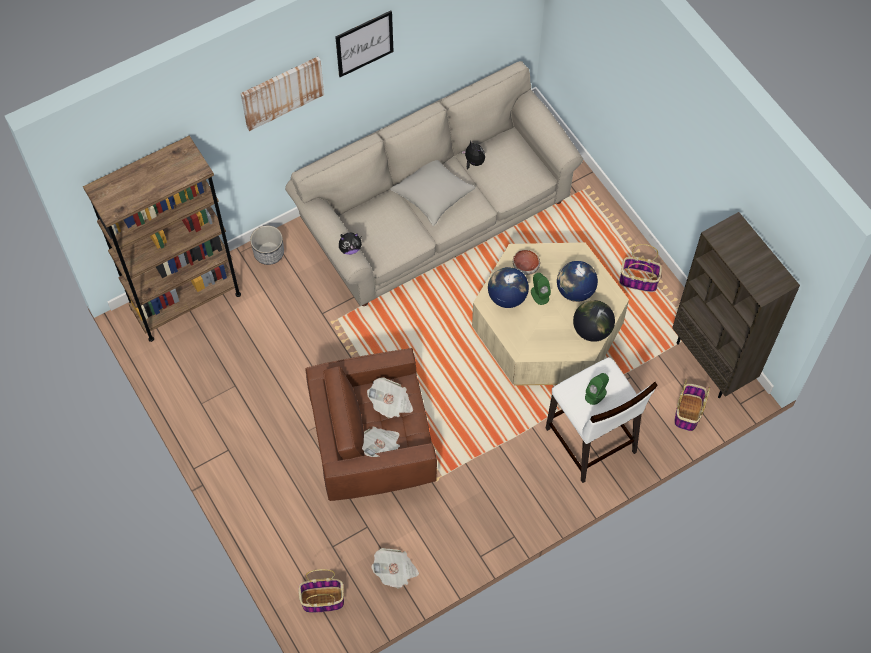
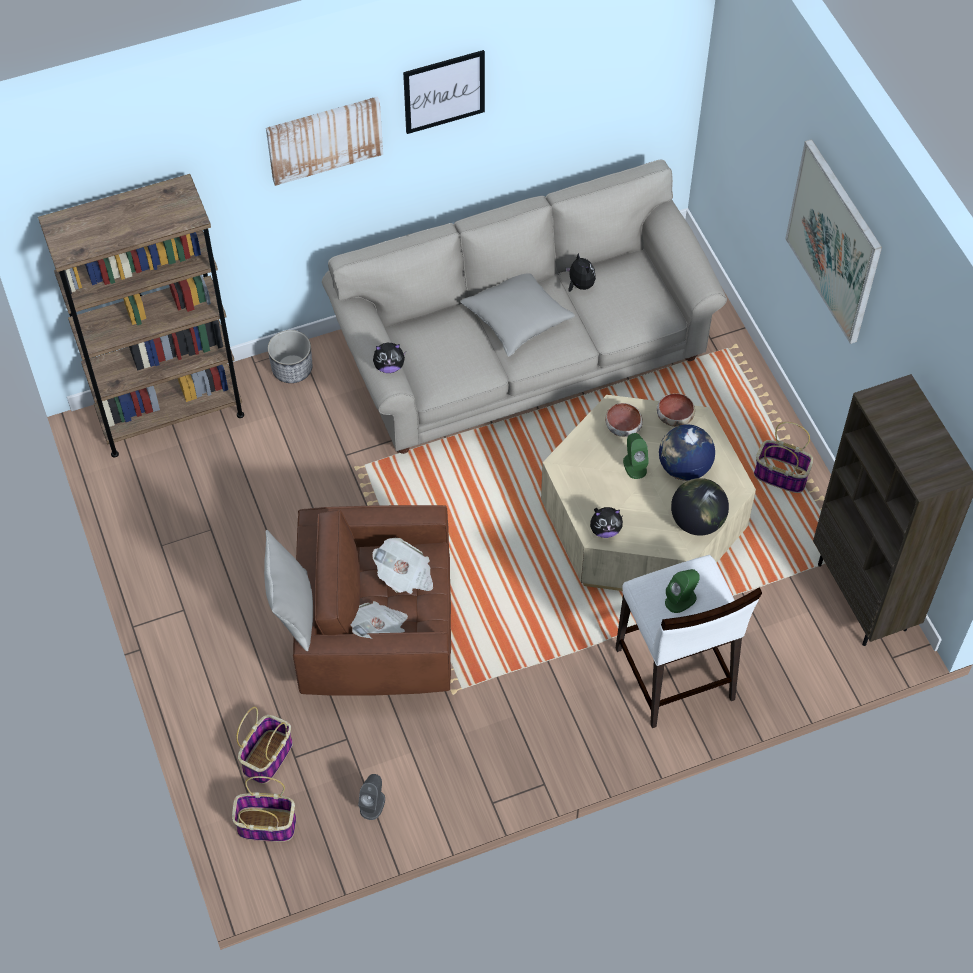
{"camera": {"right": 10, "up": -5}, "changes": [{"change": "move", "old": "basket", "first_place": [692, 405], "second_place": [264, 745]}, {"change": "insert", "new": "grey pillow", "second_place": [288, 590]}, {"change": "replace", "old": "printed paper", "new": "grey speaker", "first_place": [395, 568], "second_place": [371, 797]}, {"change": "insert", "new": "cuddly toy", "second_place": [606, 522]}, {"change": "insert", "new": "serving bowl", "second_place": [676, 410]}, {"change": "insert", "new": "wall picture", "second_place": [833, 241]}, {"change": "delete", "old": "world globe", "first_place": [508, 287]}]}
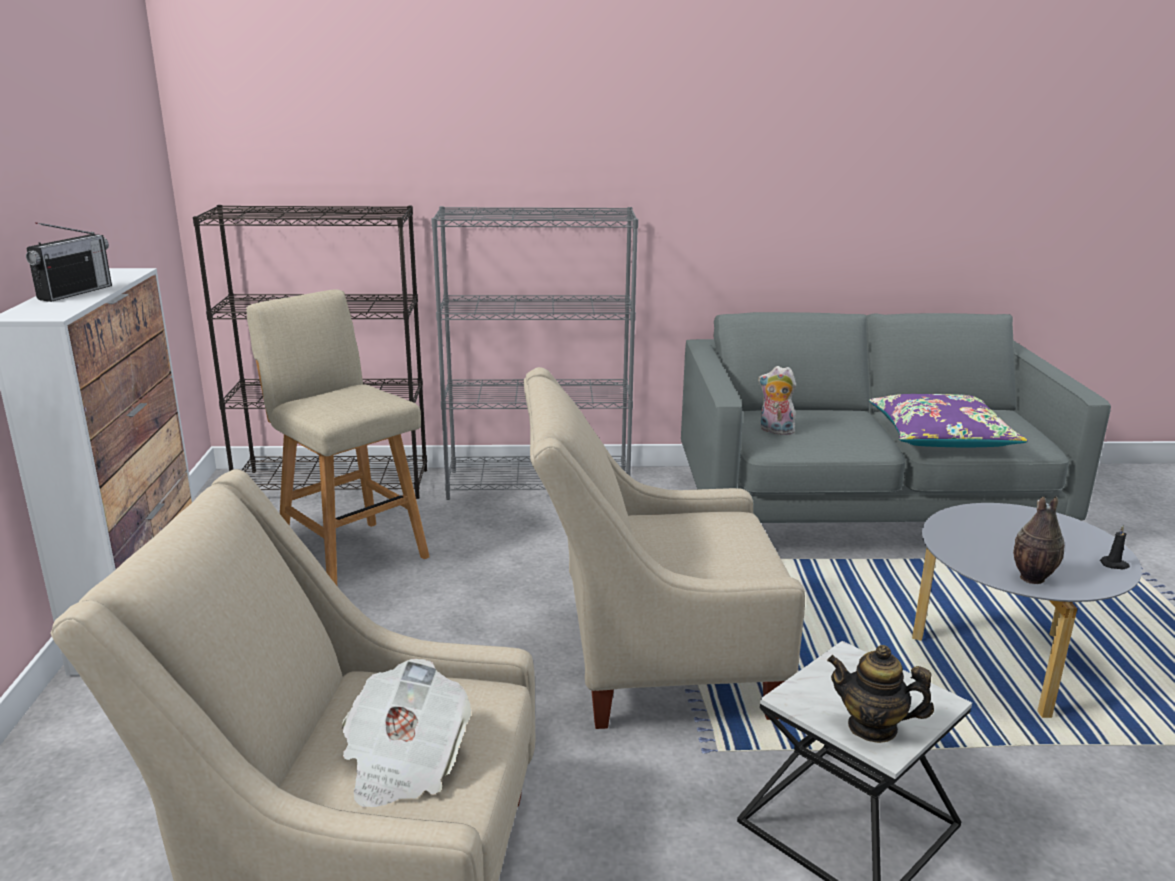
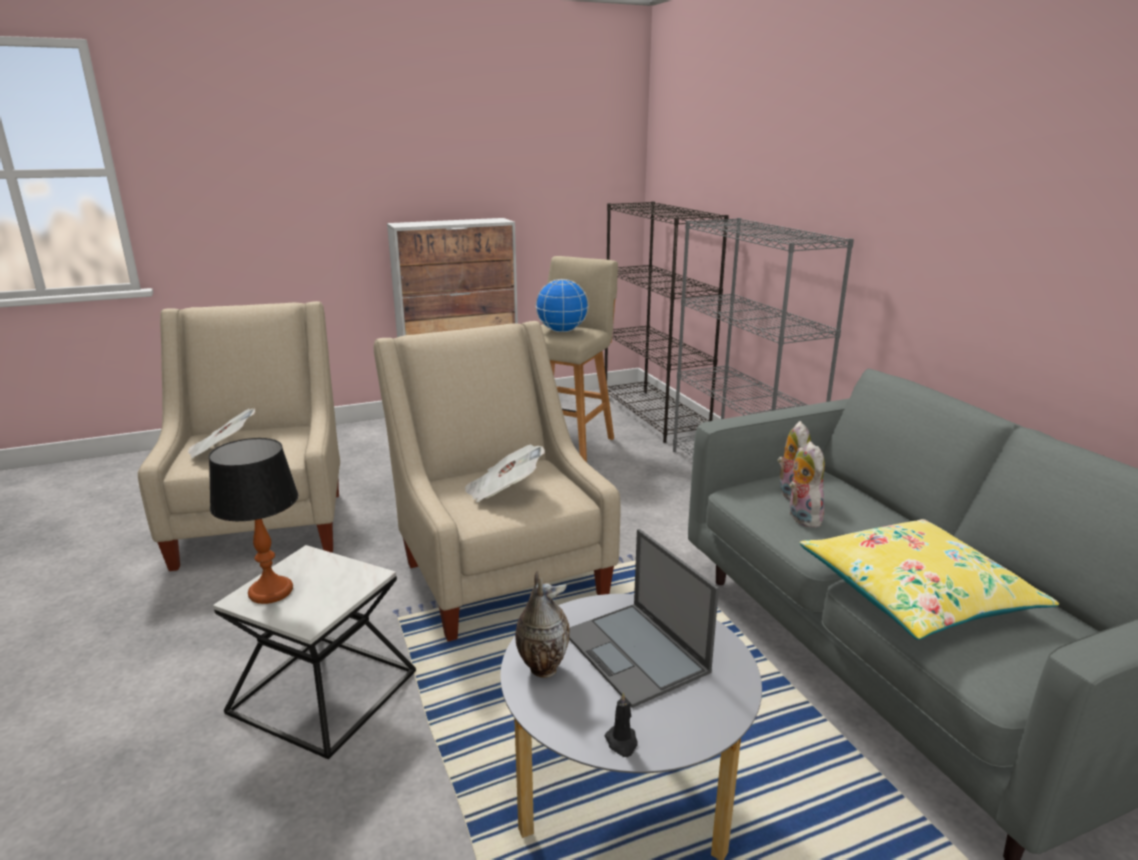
{"camera": {"right": 70, "up": 0}, "changes": [{"change": "replace", "old": "tea pot", "new": "lamp for a table", "first_place": [880, 694], "second_place": [254, 521]}, {"change": "insert", "new": "printed paper", "second_place": [504, 473]}, {"change": "insert", "new": "world globe", "second_place": [562, 305]}, {"change": "insert", "new": "laptop", "second_place": [644, 618]}, {"change": "insert", "new": "cuddly toy", "second_place": [807, 485]}, {"change": "recolor", "old": "purple pillow", "new": "yellow pillow", "first_place": [948, 420], "second_place": [929, 579]}, {"change": "delete", "old": "radio set", "first_place": [69, 262]}]}
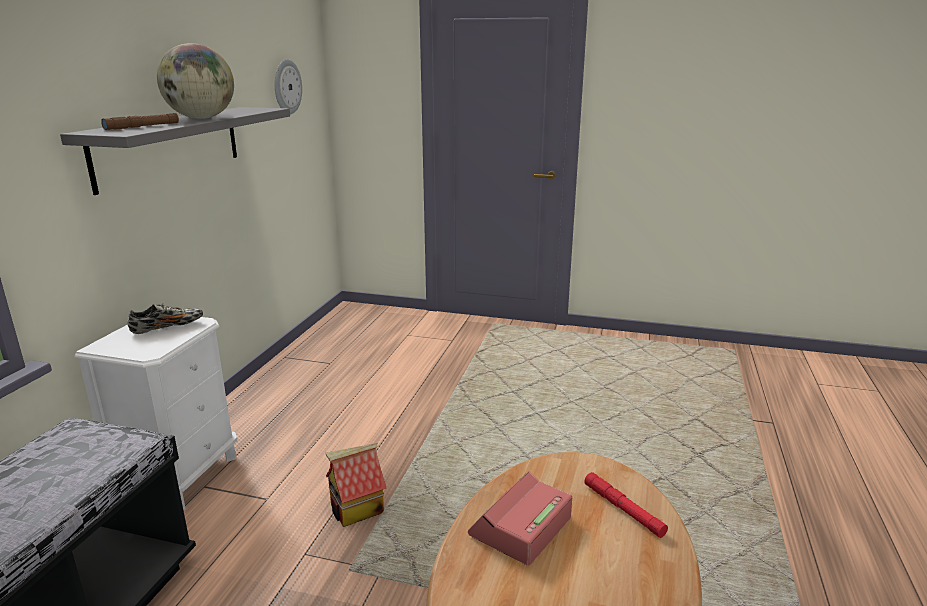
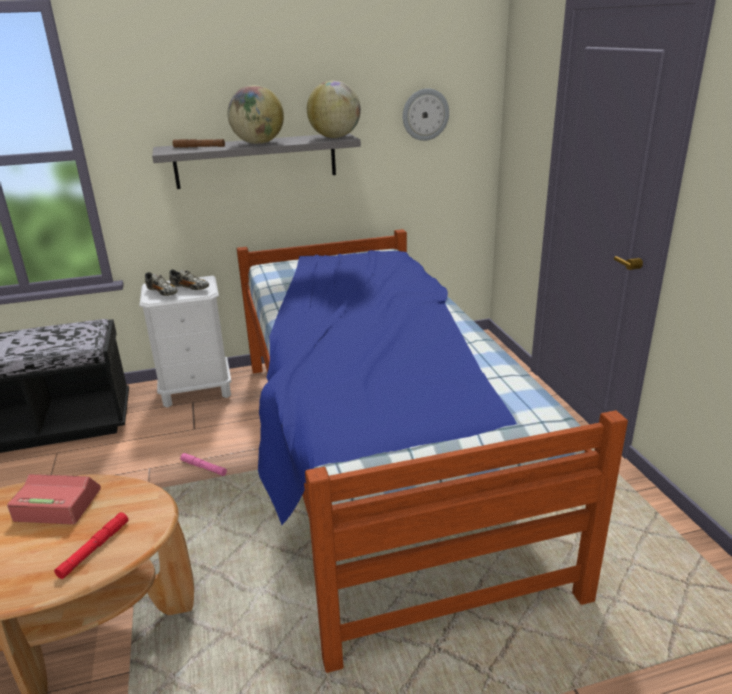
{"camera": {"right": 60, "up": 5}, "changes": [{"change": "insert", "new": "low shoe", "second_place": [161, 284]}, {"change": "replace", "old": "miniature house", "new": "pinkish torch", "first_place": [355, 485], "second_place": [203, 464]}, {"change": "insert", "new": "bed", "second_place": [432, 451]}, {"change": "insert", "new": "world globe", "second_place": [334, 109]}]}
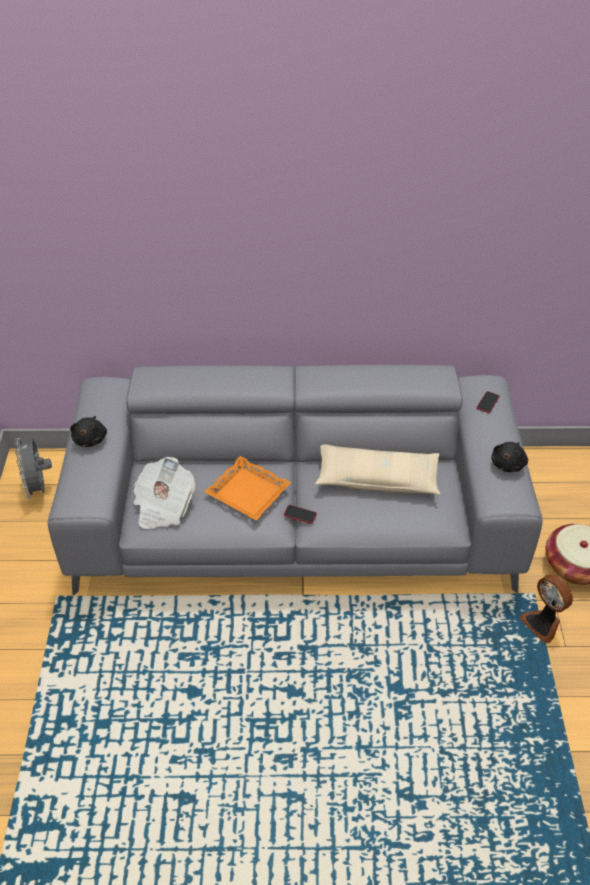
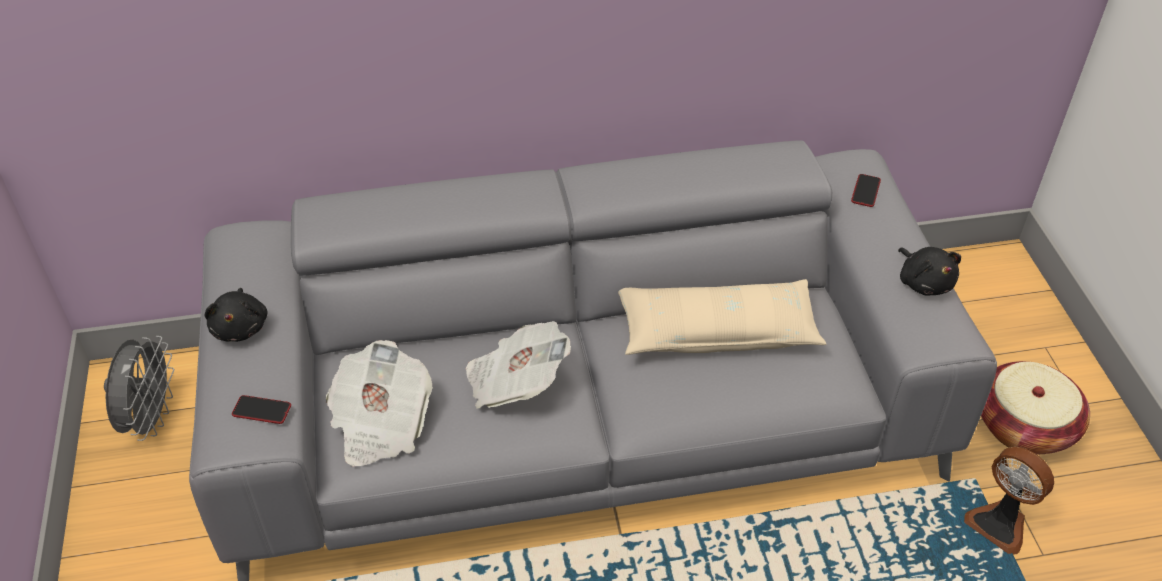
{"camera": {"right": -10, "up": 0}, "changes": [{"change": "rotate", "old": "grey electric fan", "first_place": [33, 468], "second_place": [139, 388], "degrees": -150}, {"change": "move", "old": "telephone", "first_place": [300, 514], "second_place": [261, 409]}, {"change": "replace", "old": "orange-coloured tray", "new": "printed paper", "first_place": [248, 488], "second_place": [518, 364]}, {"change": "rotate", "old": "black cuddly toy", "first_place": [509, 457], "second_place": [929, 271], "degrees": -45}]}
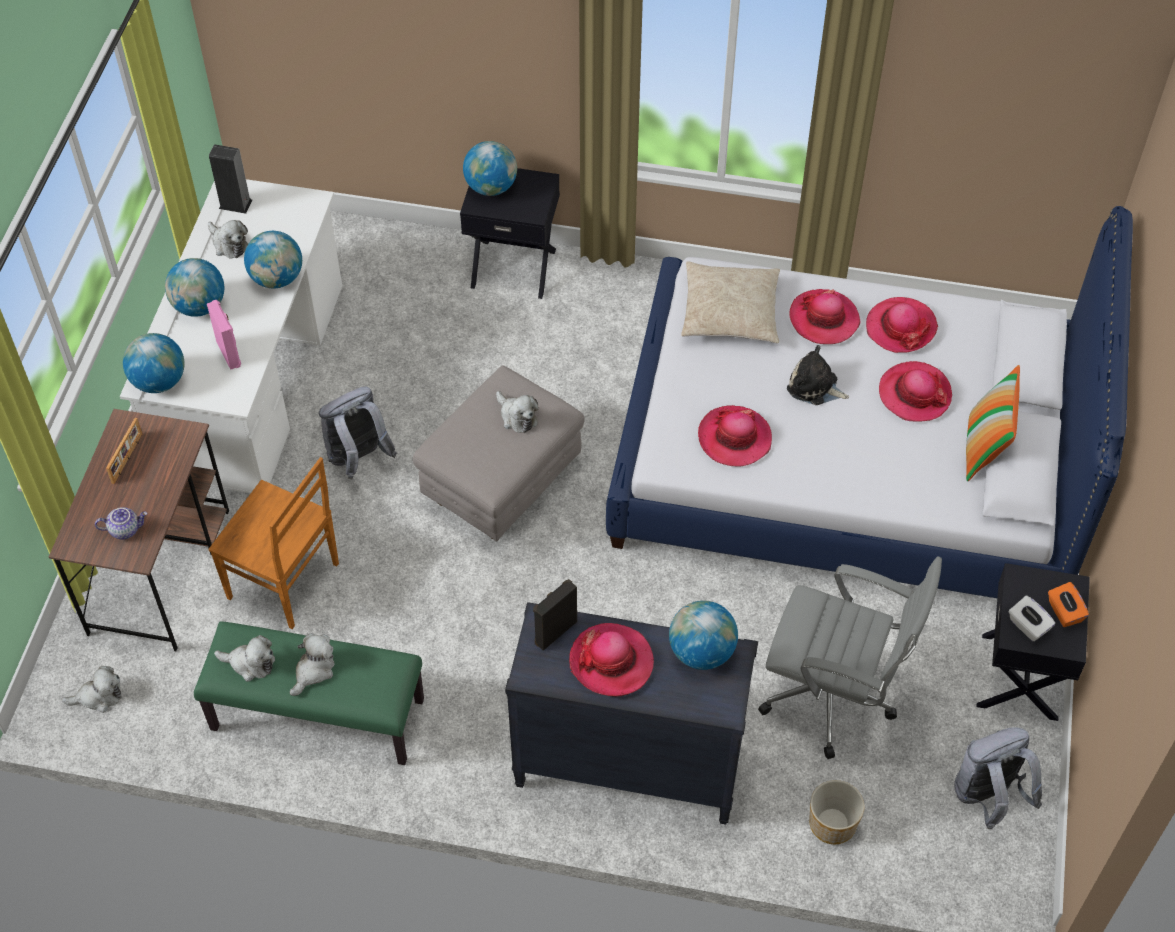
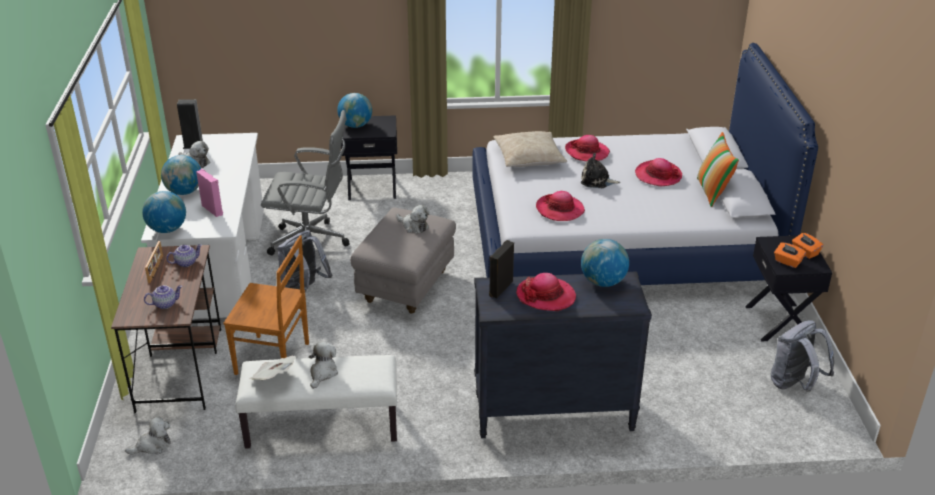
{"camera": {"right": -15, "up": -20}, "changes": [{"change": "insert", "new": "tea pot", "second_place": [184, 255]}, {"change": "recolor", "old": "green indoor bench", "new": "white indoor bench", "first_place": [309, 693], "second_place": [316, 402]}, {"change": "replace", "old": "cuddly toy", "new": "printed paper", "first_place": [244, 658], "second_place": [274, 368]}, {"change": "move", "old": "grey computer chair", "first_place": [850, 657], "second_place": [305, 182]}, {"change": "recolor", "old": "white tissue holder", "new": "orange-coloured tissue holder", "first_place": [1031, 618], "second_place": [790, 255]}, {"change": "delete", "old": "world globe", "first_place": [273, 259]}, {"change": "delete", "old": "plant pot", "first_place": [836, 812]}, {"change": "delete", "old": "clothing hat", "first_place": [902, 325]}]}
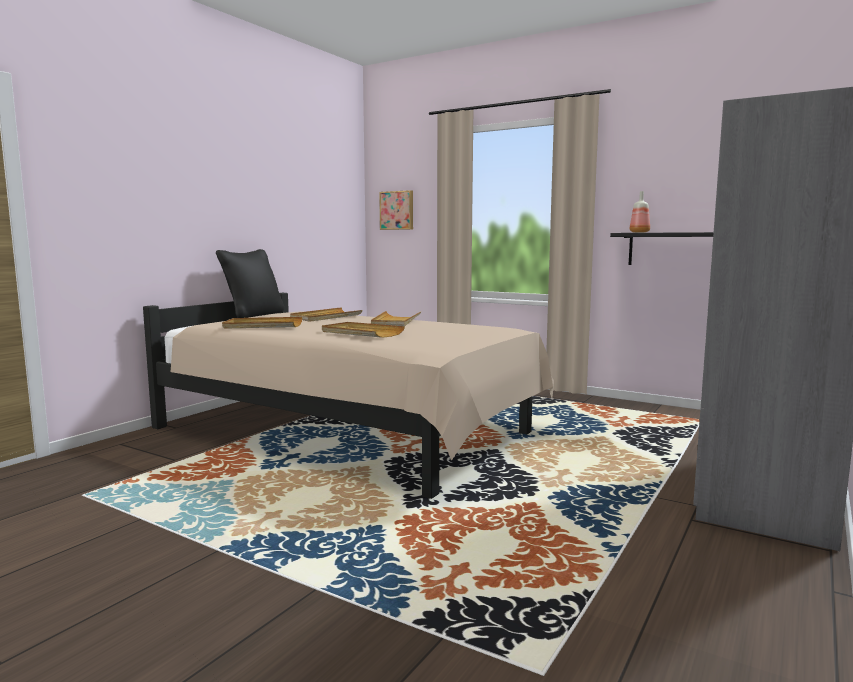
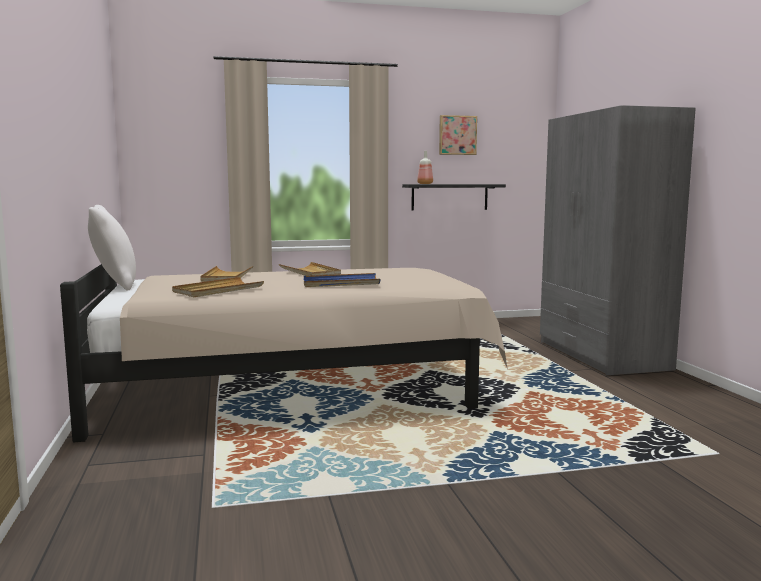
{"camera": {"right": -45, "up": 0}, "changes": [{"change": "recolor", "old": "black pillow", "new": "white pillow", "first_place": [250, 283], "second_place": [112, 248]}, {"change": "recolor", "old": "beige tray", "new": "blue-coloured tray", "first_place": [363, 330], "second_place": [341, 280]}, {"change": "move", "old": "wall picture", "first_place": [396, 210], "second_place": [458, 135]}]}
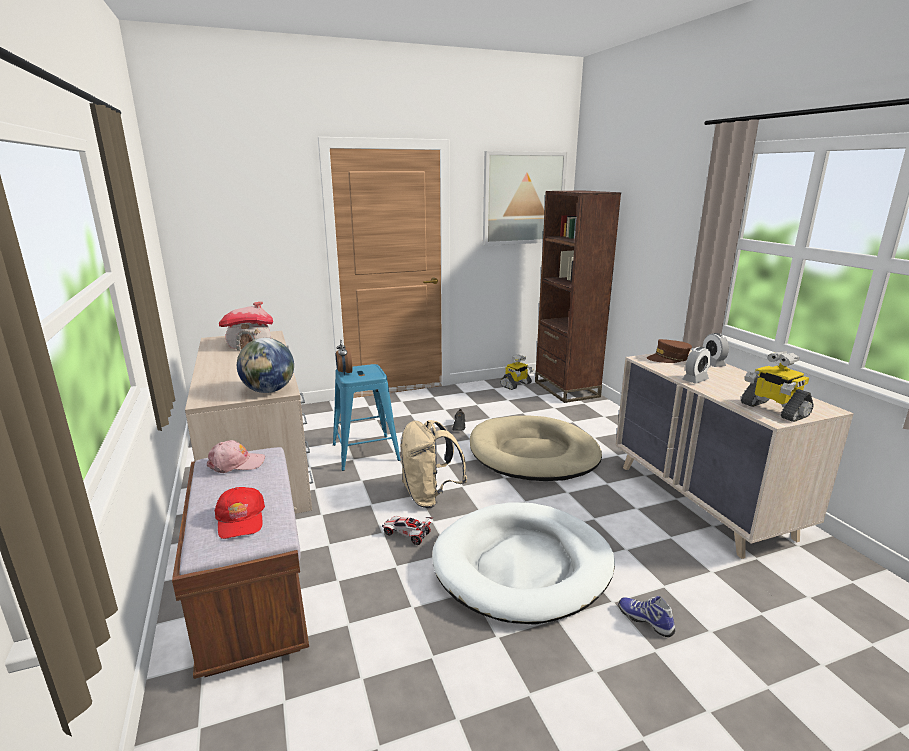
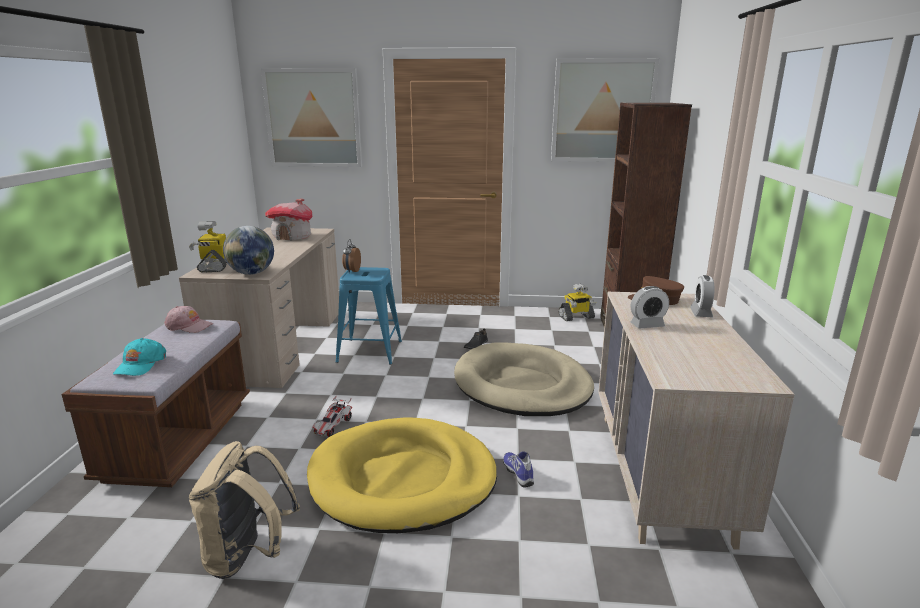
{"camera": {"right": 25, "up": 0}, "changes": [{"change": "recolor", "old": "reddish baseball cap", "new": "turquoise baseball cap", "first_place": [239, 513], "second_place": [139, 357]}, {"change": "move", "old": "model robot", "first_place": [777, 386], "second_place": [208, 246]}, {"change": "move", "old": "beige rucksack", "first_place": [433, 464], "second_place": [244, 510]}, {"change": "insert", "new": "wall picture", "second_place": [311, 117]}, {"change": "recolor", "old": "white dog bed", "new": "yellow dog bed", "first_place": [523, 563], "second_place": [402, 475]}, {"change": "rotate", "old": "toy car", "first_place": [407, 530], "second_place": [332, 416], "degrees": -120}, {"change": "move", "old": "low shoe", "first_place": [647, 616], "second_place": [518, 469]}]}
